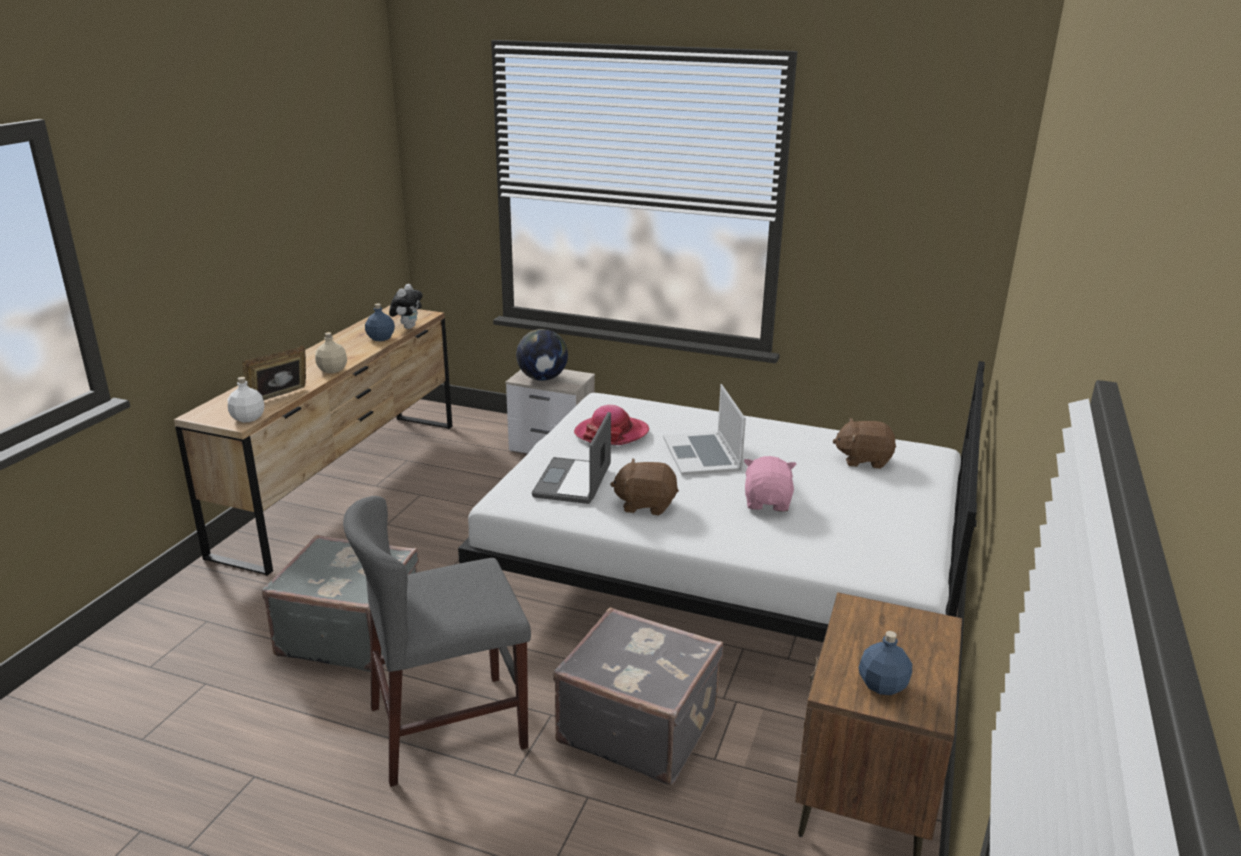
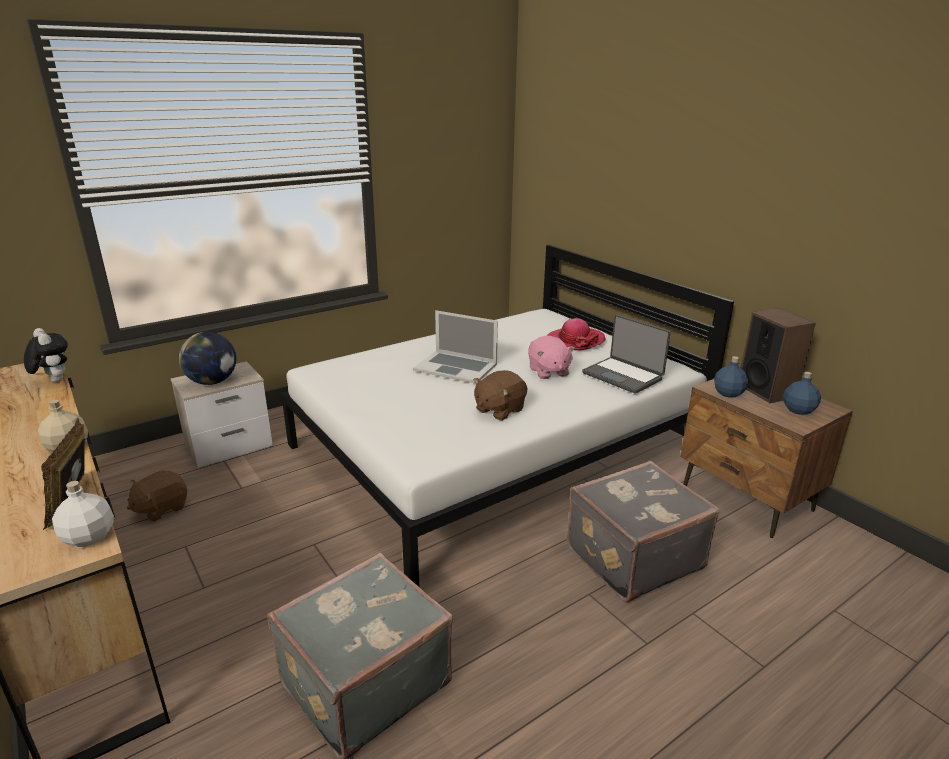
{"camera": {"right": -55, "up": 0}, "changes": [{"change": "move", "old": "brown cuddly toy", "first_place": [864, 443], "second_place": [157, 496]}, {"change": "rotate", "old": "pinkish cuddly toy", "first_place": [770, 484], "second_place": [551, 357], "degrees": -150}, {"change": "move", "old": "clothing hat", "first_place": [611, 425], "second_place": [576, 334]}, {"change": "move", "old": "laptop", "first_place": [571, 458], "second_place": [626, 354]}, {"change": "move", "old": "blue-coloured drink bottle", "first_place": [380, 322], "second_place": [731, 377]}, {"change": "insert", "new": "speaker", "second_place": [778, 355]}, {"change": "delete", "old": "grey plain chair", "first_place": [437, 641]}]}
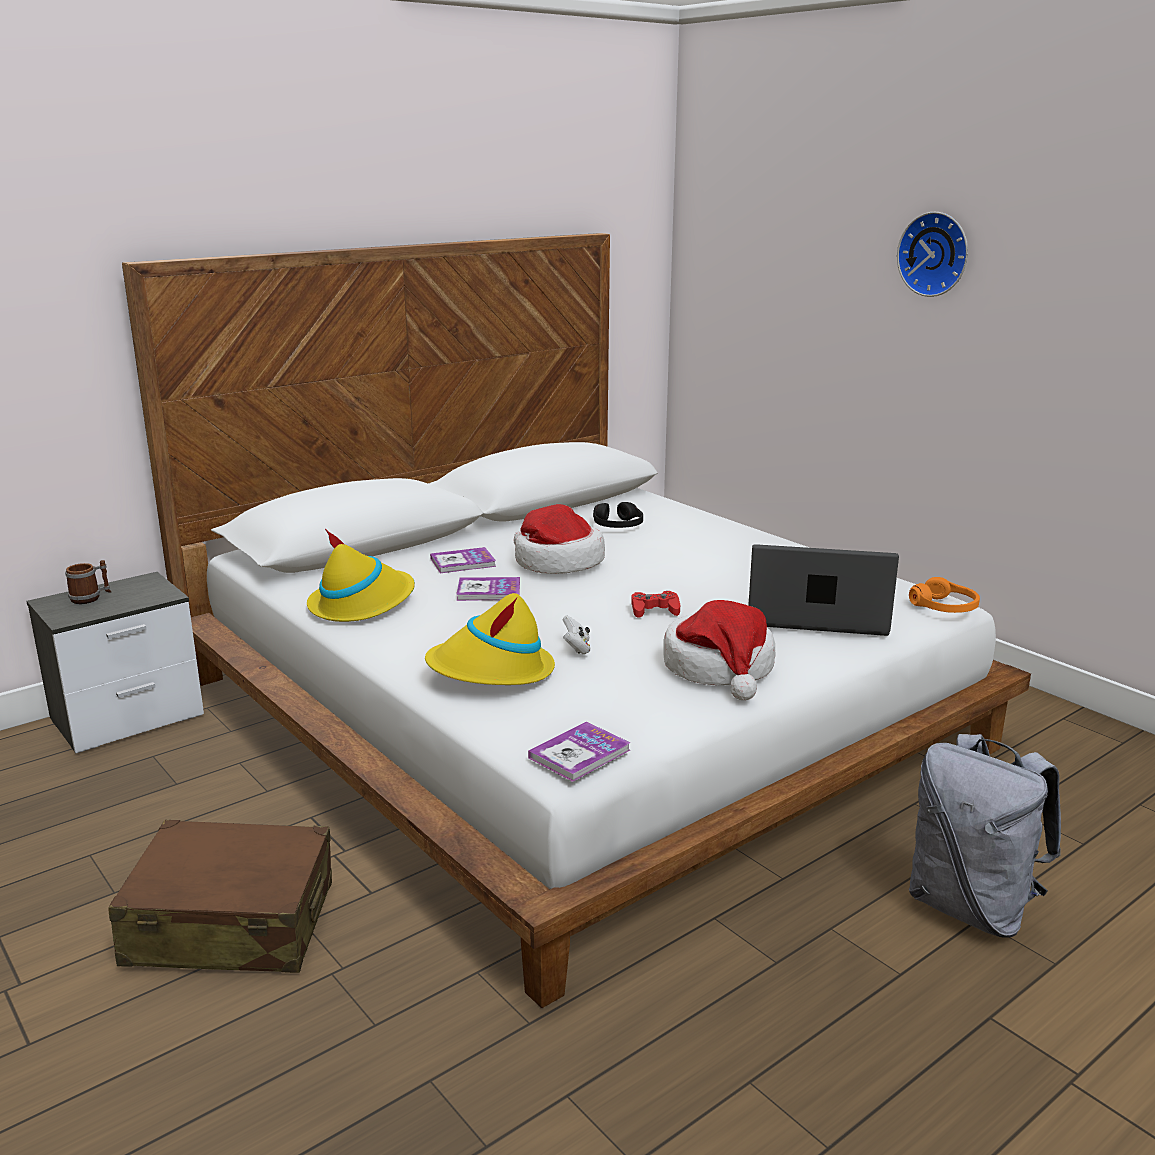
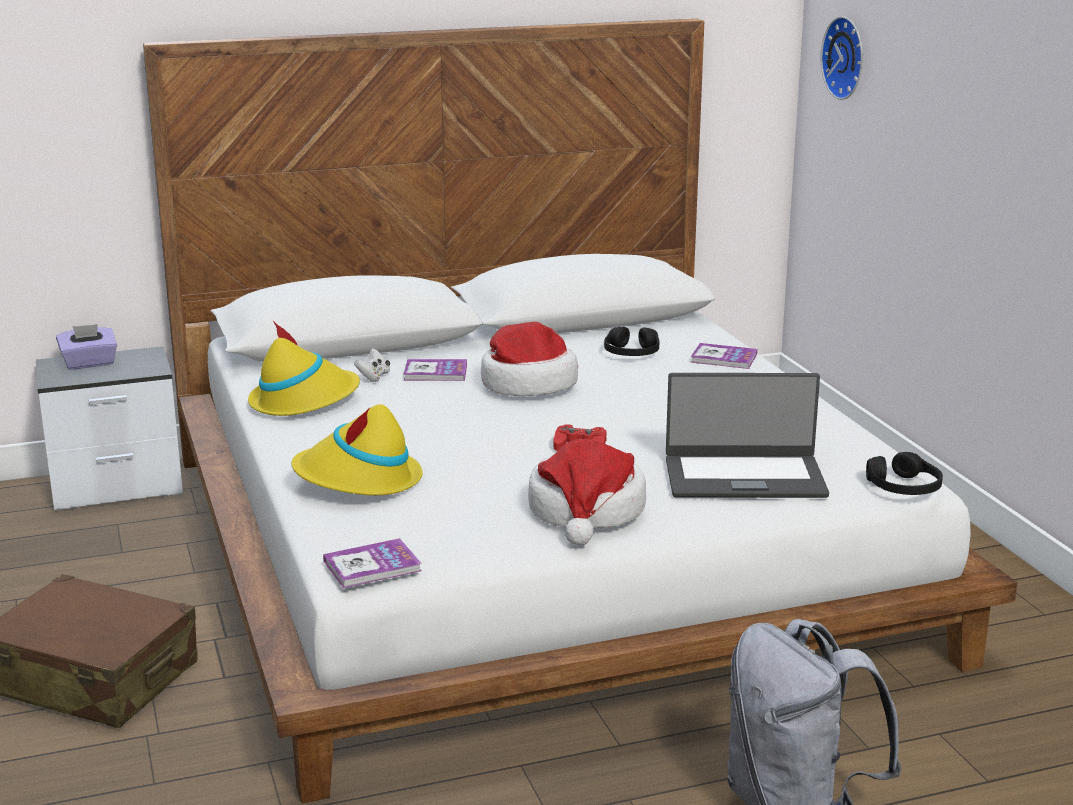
{"camera": {"right": 20, "up": 0}, "changes": [{"change": "replace", "old": "mug", "new": "purple tissue holder", "first_place": [88, 582], "second_place": [86, 347]}, {"change": "move", "old": "white gamepad", "first_place": [576, 634], "second_place": [372, 365]}, {"change": "rotate", "old": "laptop", "first_place": [823, 590], "second_place": [747, 435], "degrees": 150}, {"change": "move", "old": "bound book", "first_place": [488, 589], "second_place": [723, 356]}, {"change": "move", "old": "hanging clock", "first_place": [932, 254], "second_place": [842, 58]}, {"change": "recolor", "old": "orange-coloured pair of headphones", "new": "black pair of headphones", "first_place": [944, 595], "second_place": [904, 473]}]}
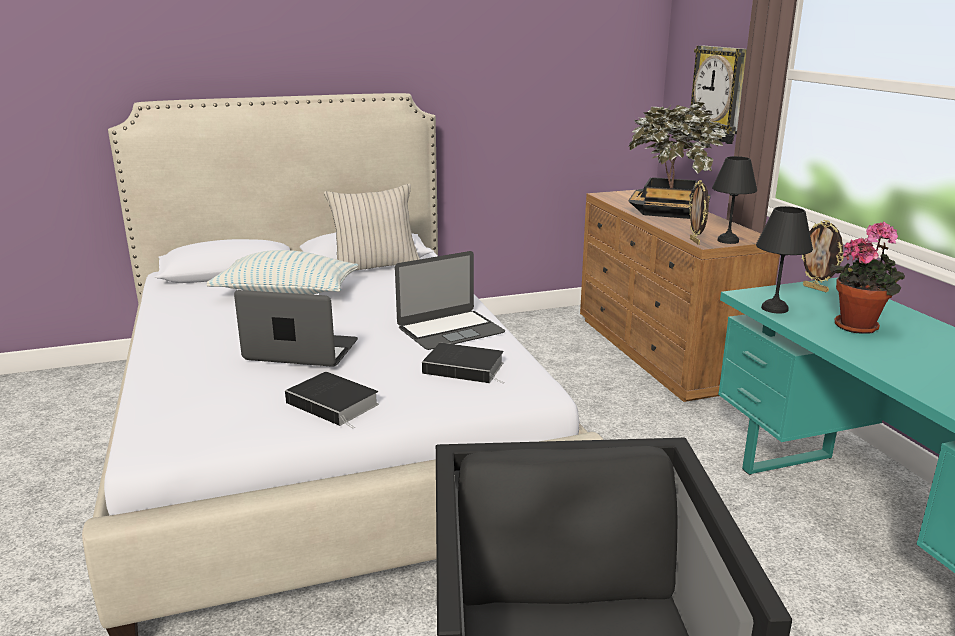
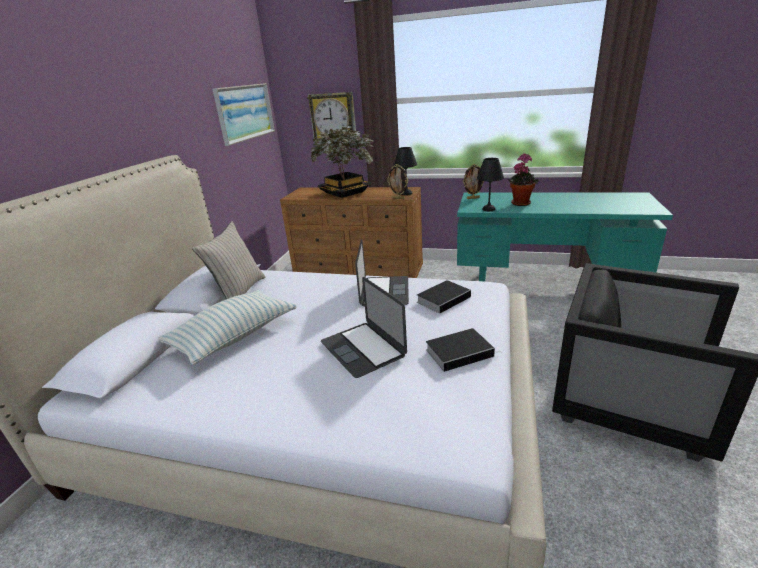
{"camera": {"right": -55, "up": 5}, "changes": [{"change": "insert", "new": "wall picture", "second_place": [243, 114]}, {"change": "rotate", "old": "laptop", "first_place": [296, 328], "second_place": [364, 327], "degrees": -75}]}
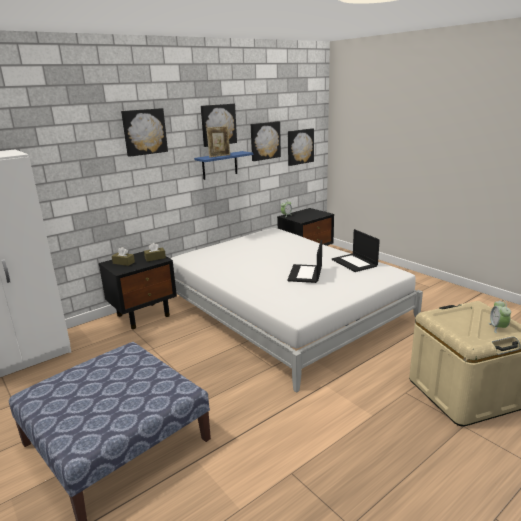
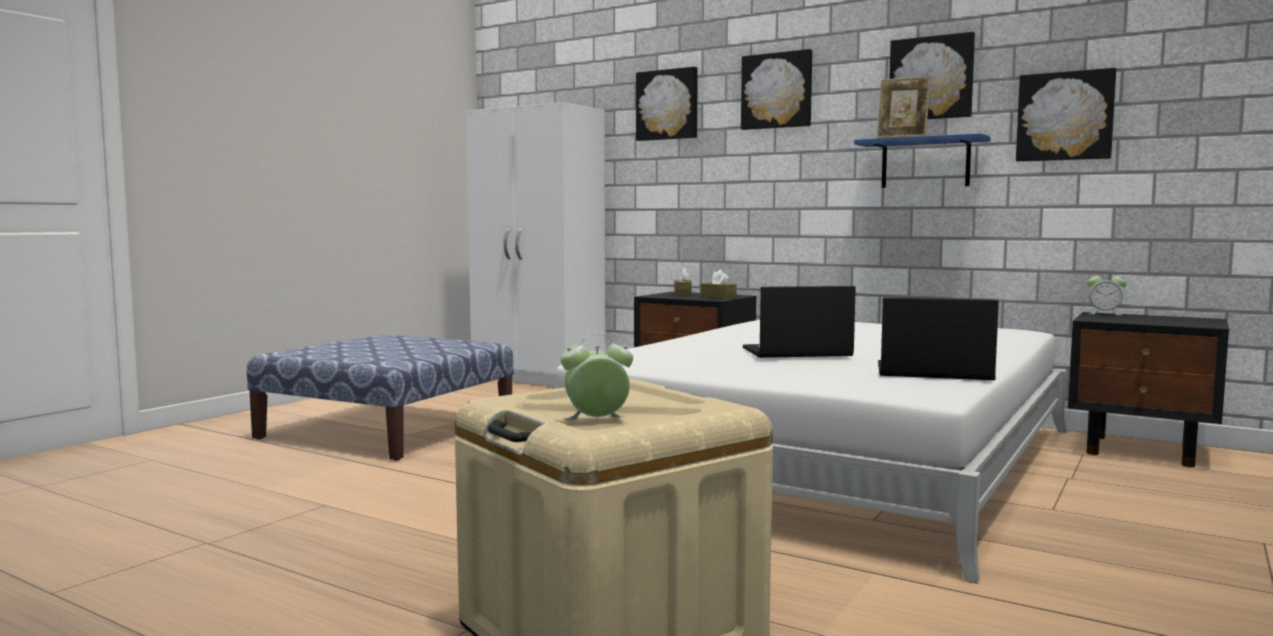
{"camera": {"right": 70, "up": -15}, "changes": [{"change": "move", "old": "wall picture", "first_place": [301, 147], "second_place": [667, 104]}, {"change": "rotate", "old": "laptop", "first_place": [356, 250], "second_place": [938, 338], "degrees": 60}]}
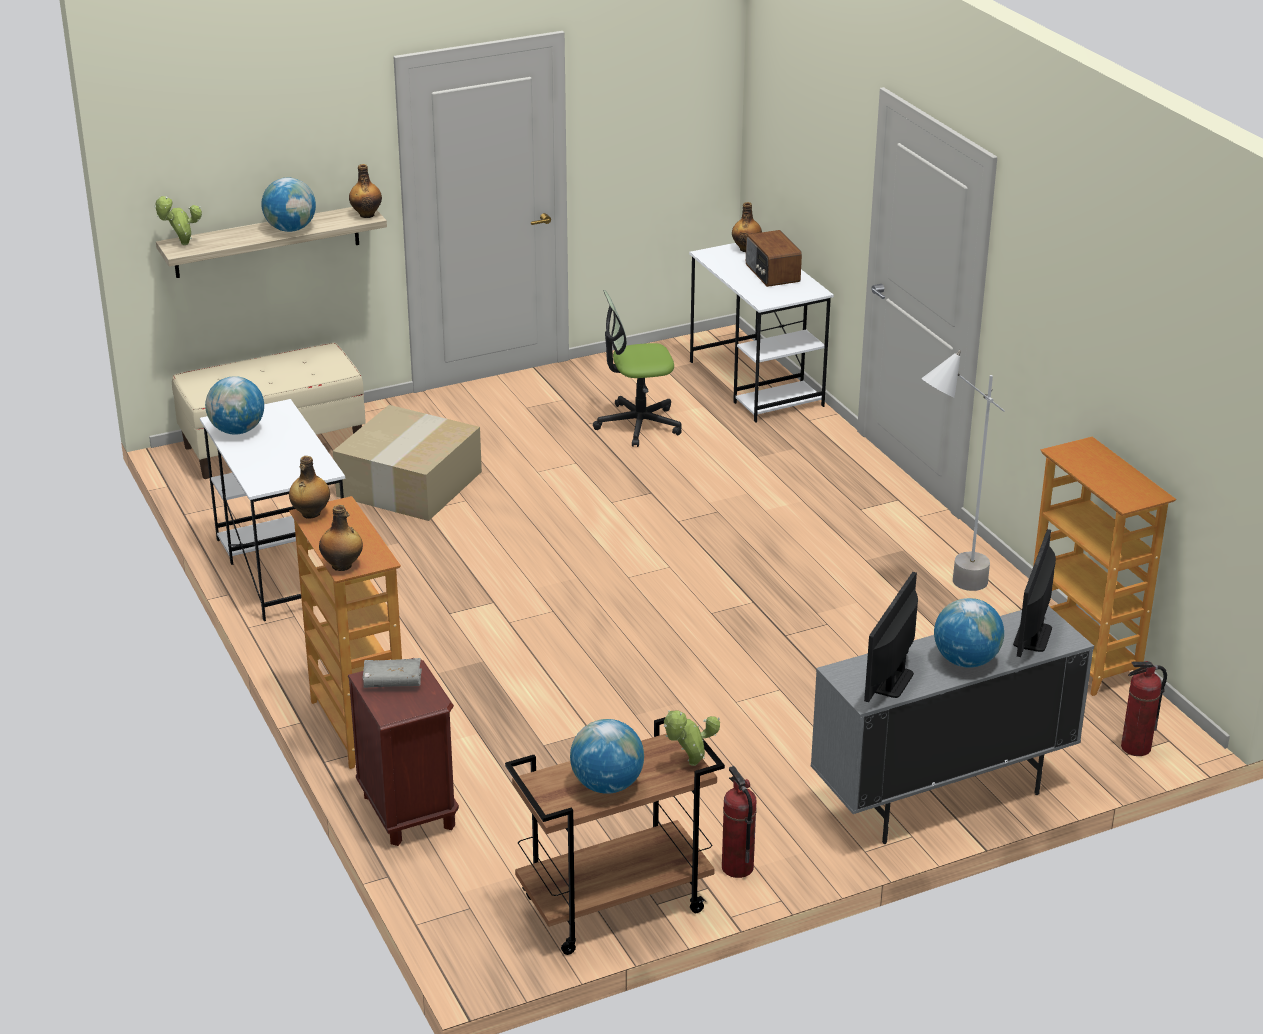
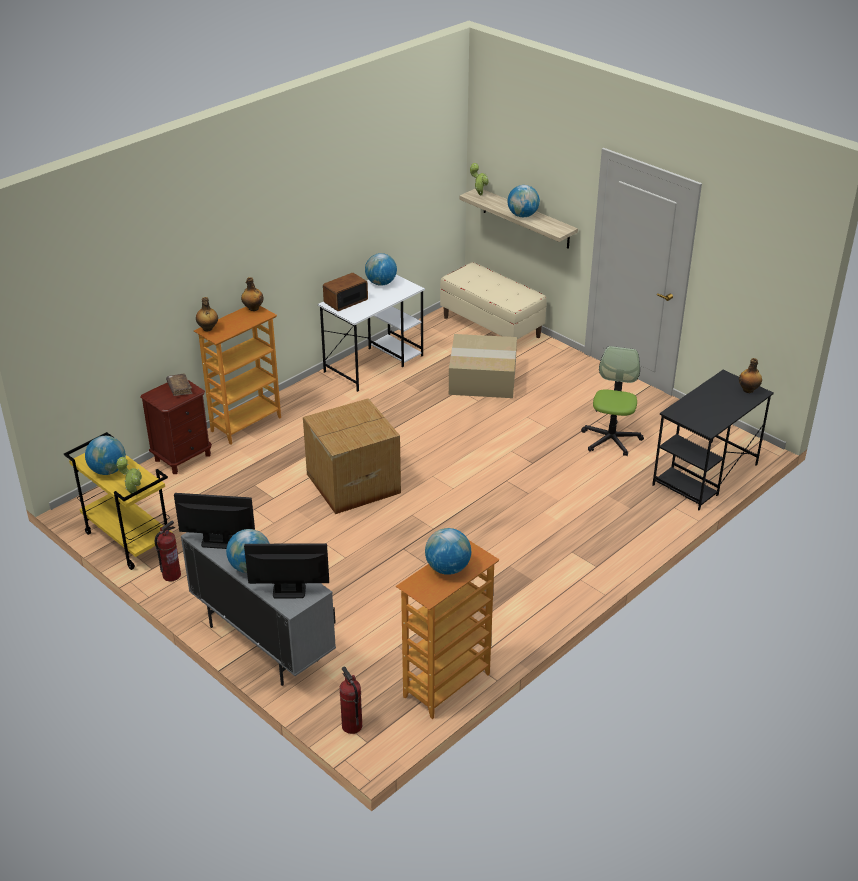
{"camera": {"right": 70, "up": 5}, "changes": [{"change": "recolor", "old": "brown cart", "new": "yellow cart", "first_place": [615, 836], "second_place": [118, 501]}, {"change": "recolor", "old": "grey bound book", "new": "brown bound book", "first_place": [392, 673], "second_place": [179, 384]}, {"change": "insert", "new": "cardboard box", "second_place": [352, 456]}, {"change": "move", "old": "radio set", "first_place": [774, 258], "second_place": [345, 292]}, {"change": "insert", "new": "world globe", "second_place": [448, 551]}, {"change": "rotate", "old": "computer chair", "first_place": [637, 368], "second_place": [612, 401], "degrees": 45}, {"change": "recolor", "old": "white desk", "new": "black desk", "first_place": [761, 333], "second_place": [713, 440]}, {"change": "delete", "old": "drink bottle", "first_place": [365, 191]}, {"change": "delete", "old": "grey standard lamp", "first_place": [963, 470]}]}
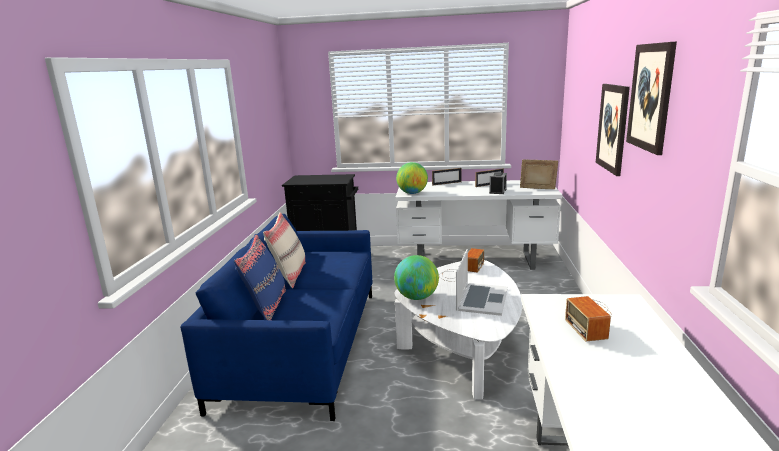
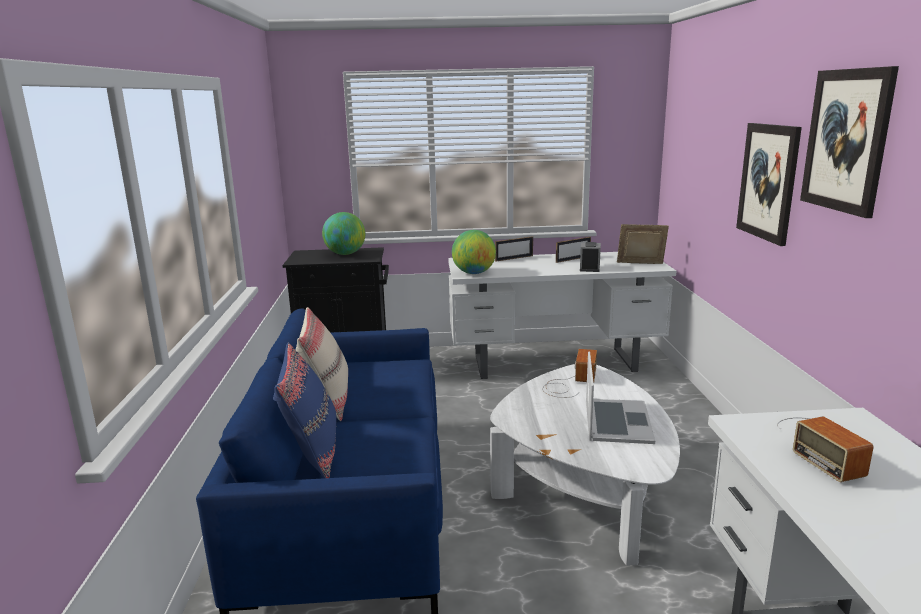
{"camera": {"right": -10, "up": 0}, "changes": [{"change": "move", "old": "world globe", "first_place": [416, 277], "second_place": [343, 233]}]}
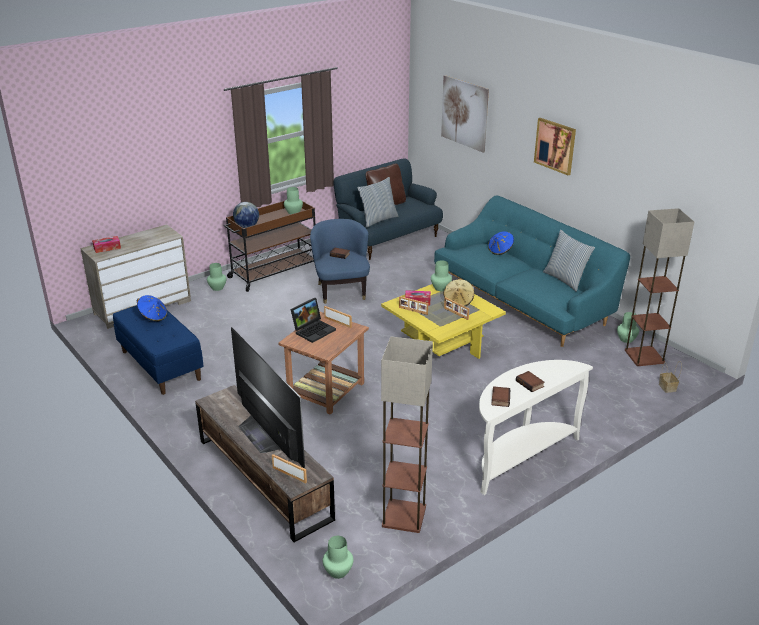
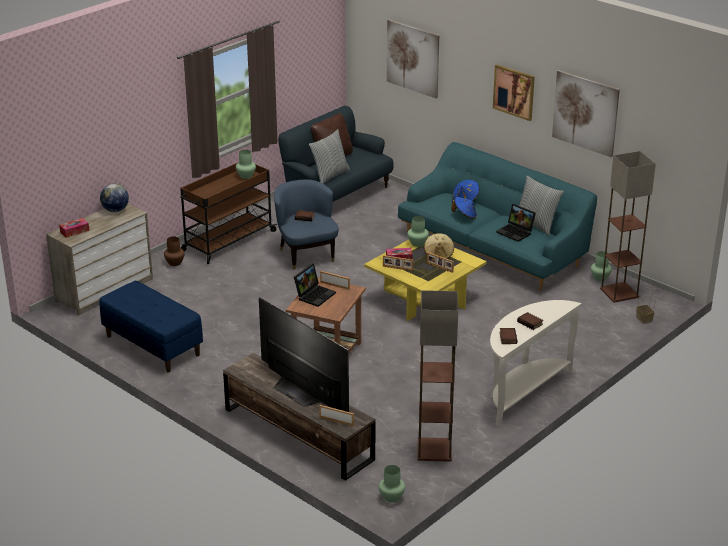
{"camera": {"right": -10, "up": 0}, "changes": [{"change": "move", "old": "world globe", "first_place": [246, 215], "second_place": [114, 198]}, {"change": "recolor", "old": "green flower vase", "new": "brown flower vase", "first_place": [216, 277], "second_place": [174, 251]}, {"change": "move", "old": "blue-coloured clothing hat", "first_place": [152, 308], "second_place": [464, 208]}, {"change": "insert", "new": "laptop", "second_place": [516, 223]}, {"change": "insert", "new": "wall picture", "second_place": [586, 113]}]}
